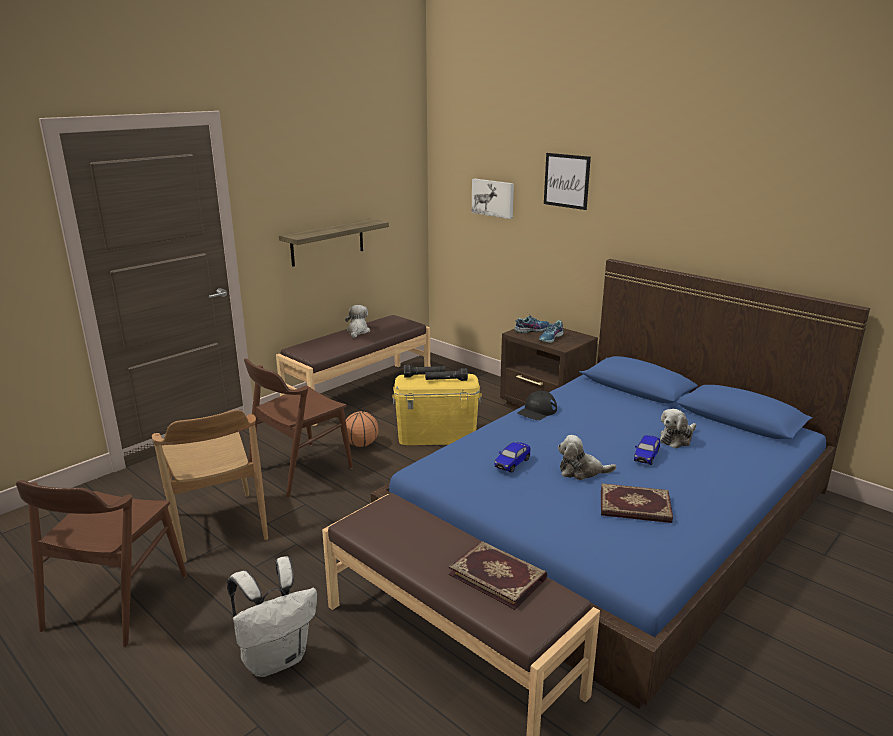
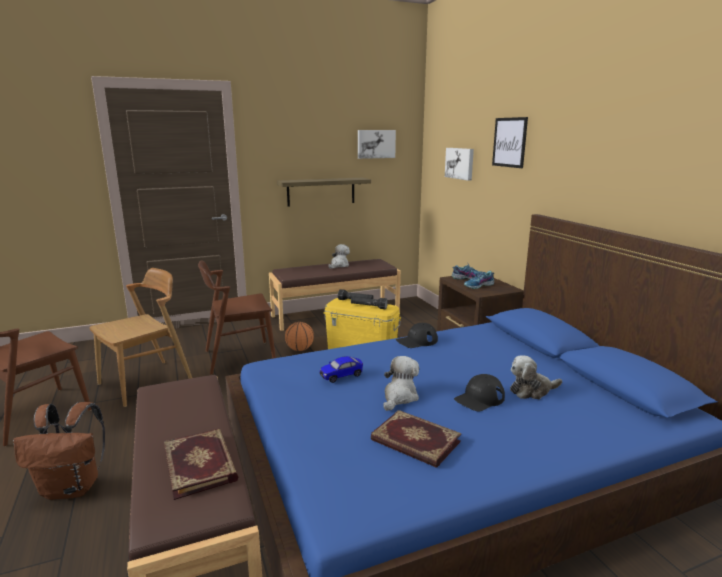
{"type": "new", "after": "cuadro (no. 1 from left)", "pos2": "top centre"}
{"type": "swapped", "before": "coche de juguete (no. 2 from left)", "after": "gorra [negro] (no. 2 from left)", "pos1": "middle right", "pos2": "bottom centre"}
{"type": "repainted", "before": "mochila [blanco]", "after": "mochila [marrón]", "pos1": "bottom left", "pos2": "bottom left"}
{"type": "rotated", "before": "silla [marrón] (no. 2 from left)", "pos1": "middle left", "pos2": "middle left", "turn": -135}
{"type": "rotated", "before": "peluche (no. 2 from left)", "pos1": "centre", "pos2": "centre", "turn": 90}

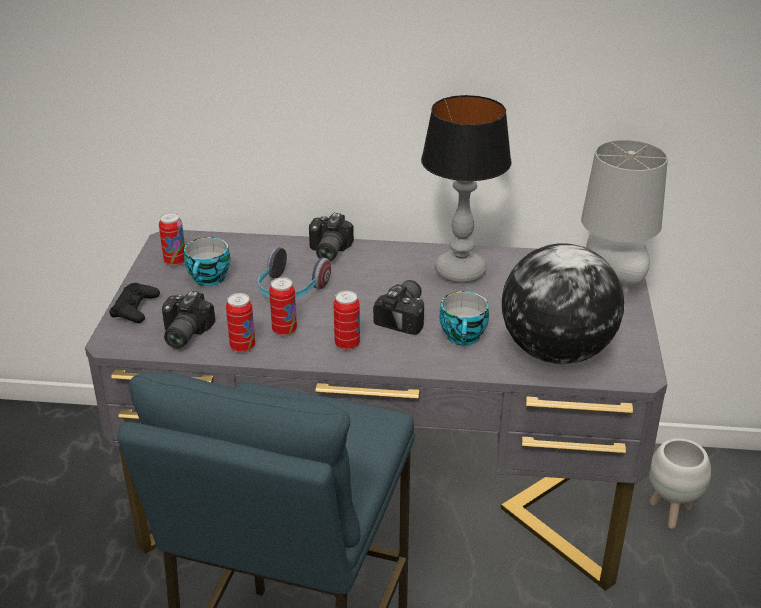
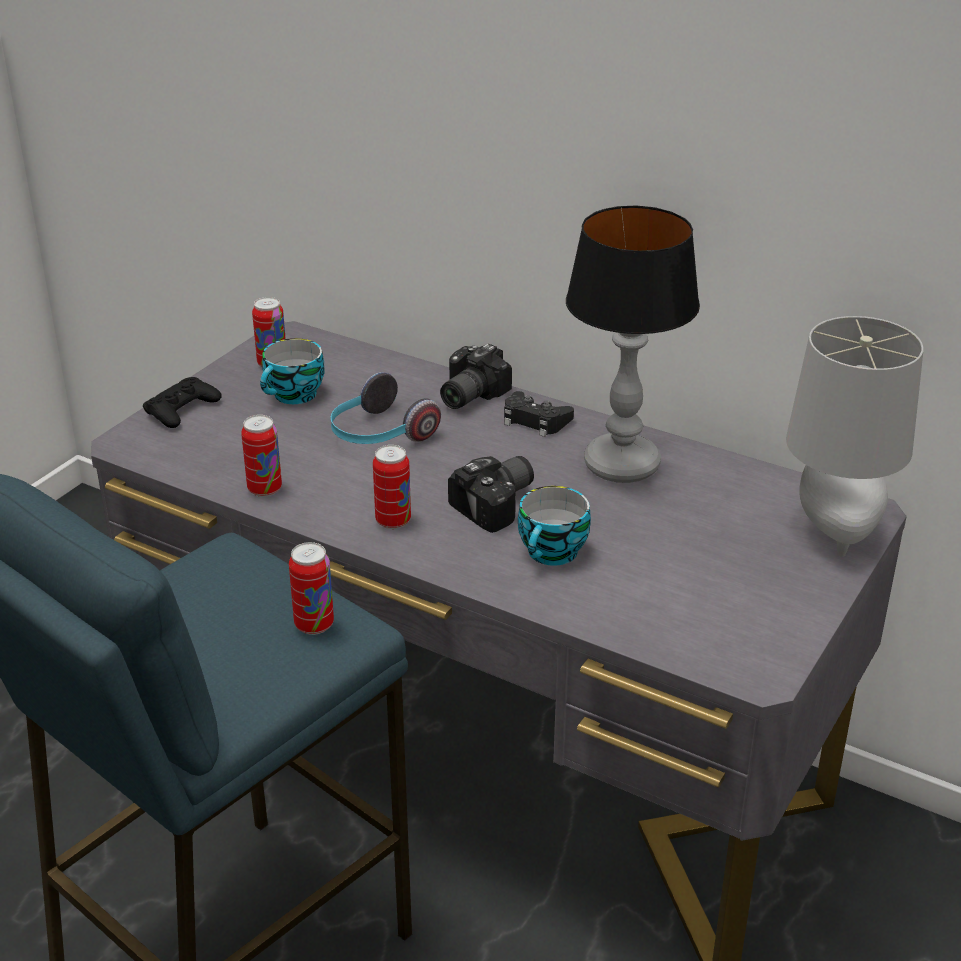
{"type": "gone", "before": "cámara (no. 1 from left)", "pos1": "middle left"}
{"type": "gone", "before": "globo terráqueo", "pos1": "middle right"}
{"type": "gone", "before": "maceta [blanco]", "pos1": "bottom right"}
{"type": "new", "after": "mando de consola [negro] (no. 2 from left)", "pos2": "centre"}
{"type": "shifted", "before": "lata (no. 3 from left)", "pos1": "centre", "pos2": "middle left"}

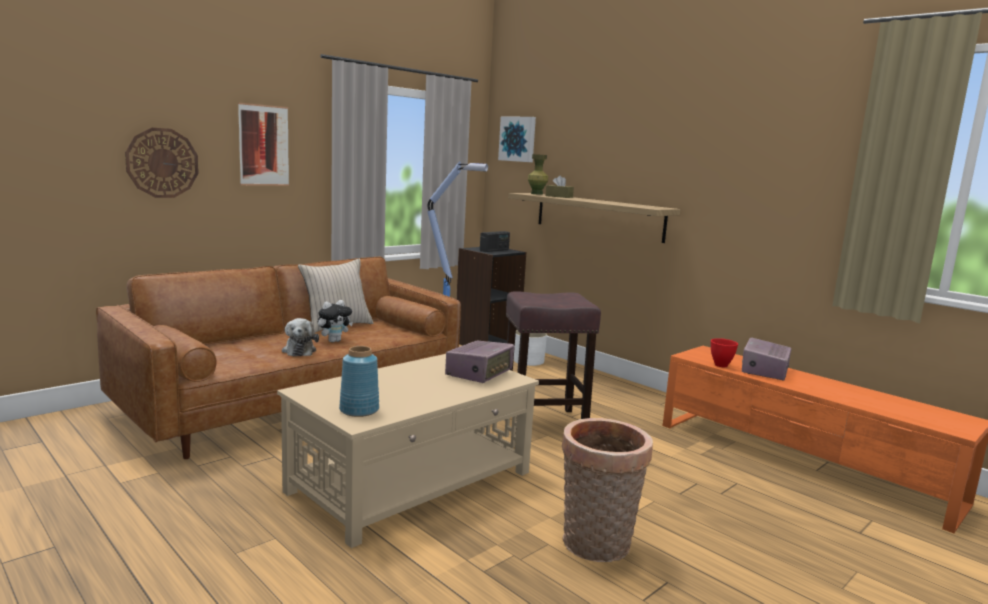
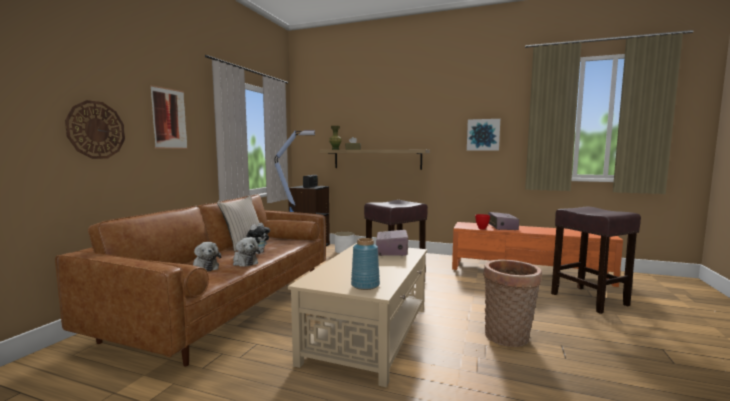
{"type": "new", "after": "peluche (no. 1 from left)", "pos2": "middle left"}
{"type": "new", "after": "taburete [marrón] (no. 2 from left)", "pos2": "middle right"}
{"type": "shifted", "before": "cuadro (no. 2 from left)", "pos1": "top centre", "pos2": "centre"}

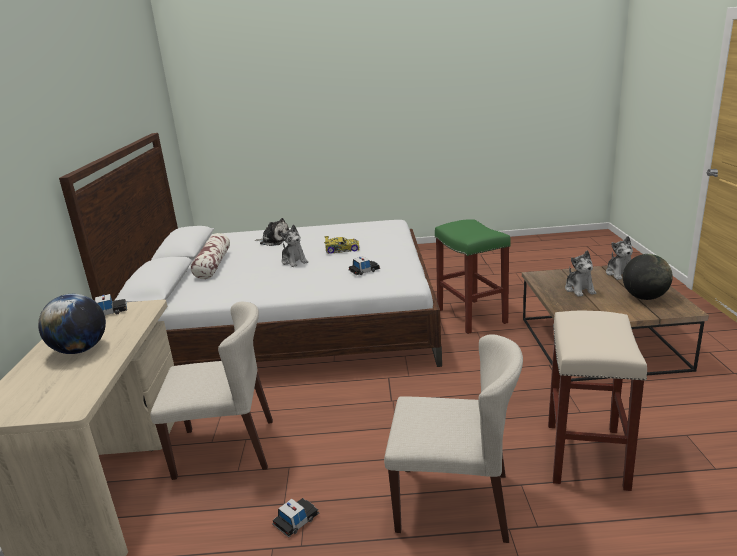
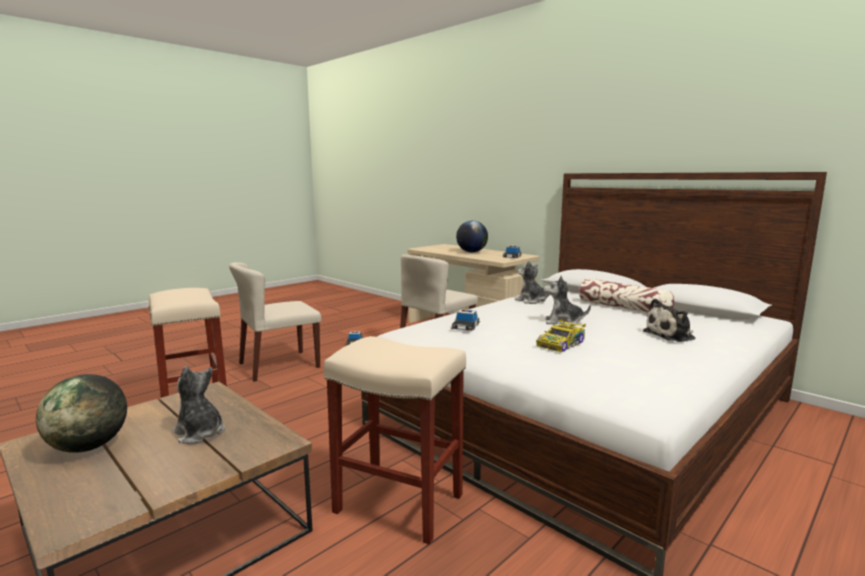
{"type": "shifted", "before": "peluche (no. 4 from left in the first image)", "after": "peluche (no. 2 from left)", "pos1": "middle right", "pos2": "centre"}
{"type": "repainted", "before": "taburete [verde]", "after": "taburete [beis] (no. 2 from left)", "pos1": "centre", "pos2": "bottom centre"}

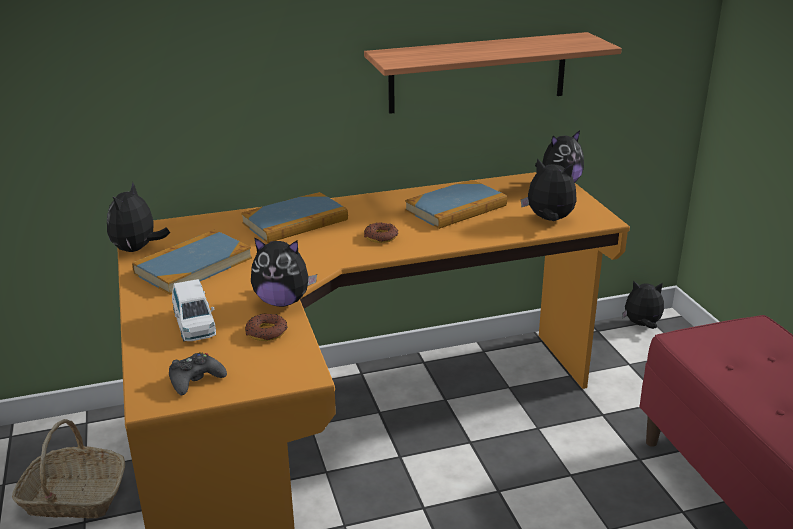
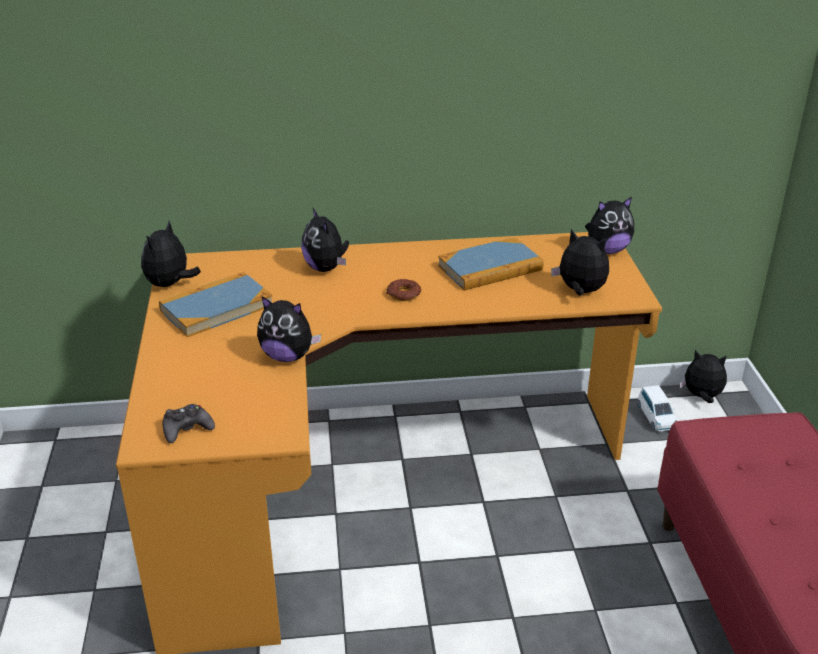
{"type": "gone", "before": "cesta", "pos1": "bottom left"}
{"type": "gone", "before": "rosquilla (no. 1 from left)", "pos1": "centre"}
{"type": "gone", "before": "estante", "pos1": "top centre"}
{"type": "shifted", "before": "coche de juguete [blanco]", "pos1": "middle left", "pos2": "middle right"}
{"type": "swapped", "before": "libro (no. 2 from left)", "after": "peluche (no. 3 from left)", "pos1": "centre", "pos2": "centre"}

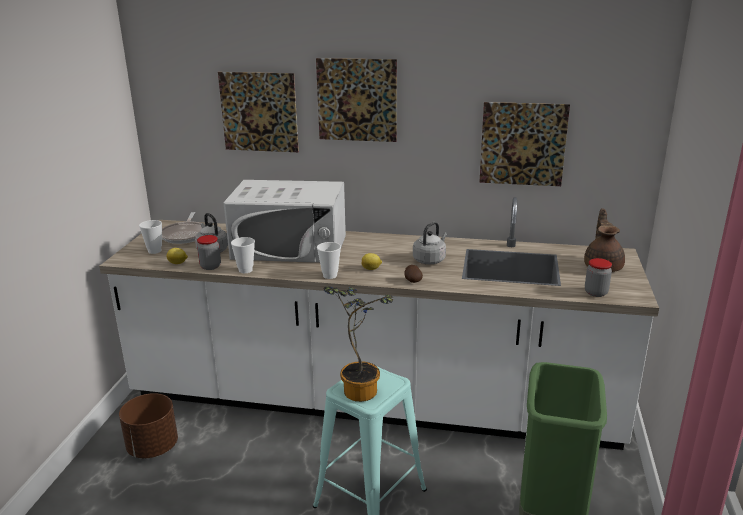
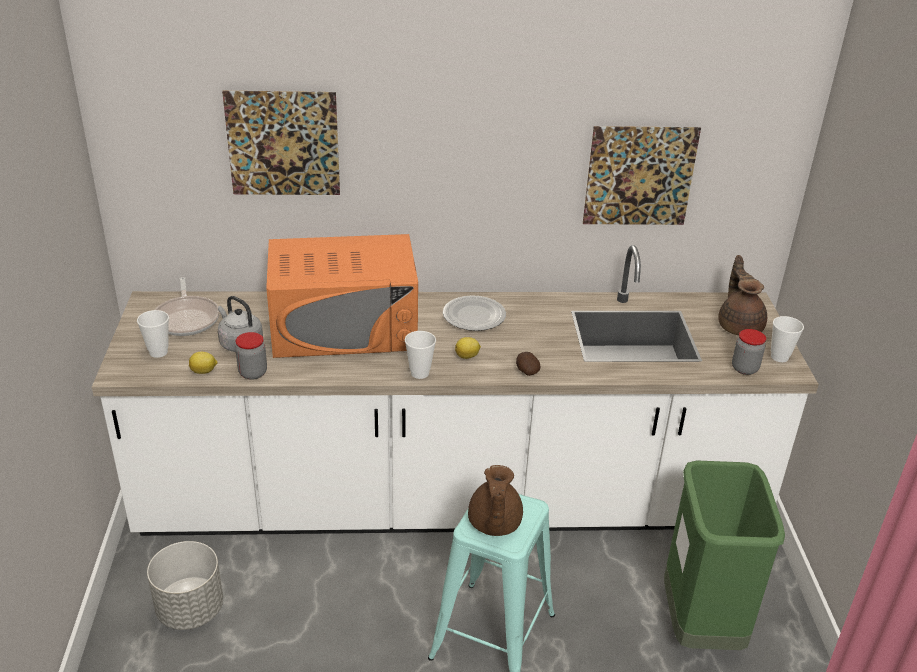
{"type": "gone", "before": "cuadro (no. 2 from left)", "pos1": "top centre"}
{"type": "gone", "before": "hervidor [gris] (no. 2 from left)", "pos1": "centre"}
{"type": "new", "after": "plato", "pos2": "centre"}
{"type": "shifted", "before": "taza (no. 2 from left in the first image)", "after": "taza (no. 3 from left)", "pos1": "middle left", "pos2": "middle right"}
{"type": "swapped", "before": "planta en maceta", "after": "tetera [marrón] (no. 1 from left)", "pos1": "bottom centre", "pos2": "bottom centre"}
{"type": "repainted", "before": "maceta [marrón]", "after": "maceta [gris]", "pos1": "bottom left", "pos2": "bottom left"}
{"type": "repainted", "before": "microondas [blanco]", "after": "microondas [naranja]", "pos1": "centre", "pos2": "centre"}

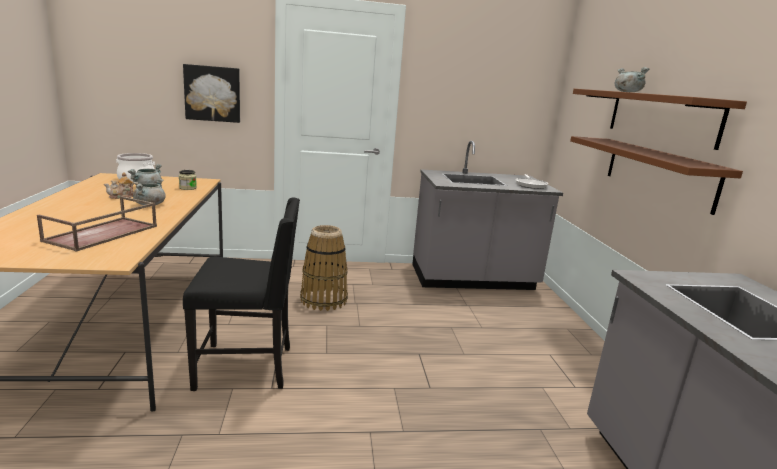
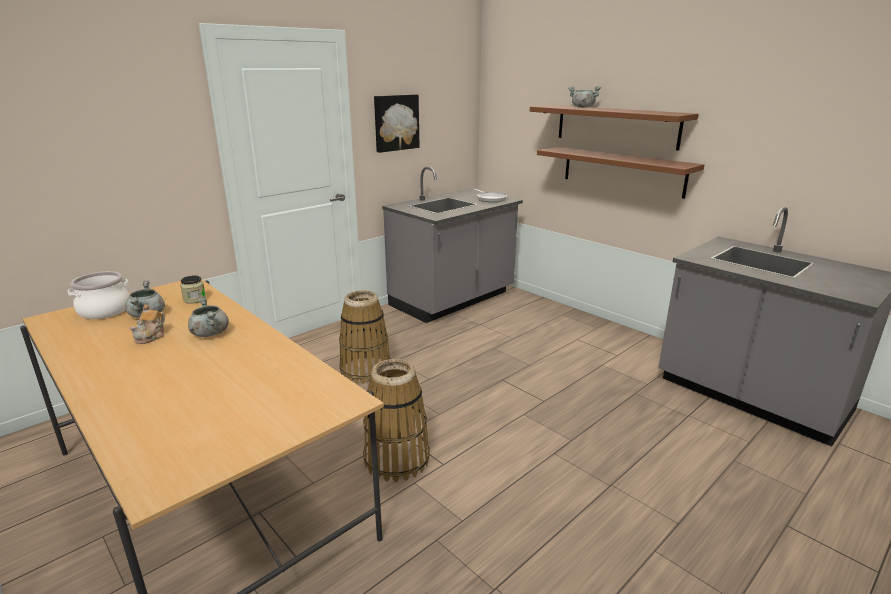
{"type": "gone", "before": "bandeja [marrón]", "pos1": "middle left"}
{"type": "shifted", "before": "cuadro", "pos1": "top left", "pos2": "top centre"}
{"type": "swapped", "before": "silla [negro]", "after": "cesta (no. 2 from left)", "pos1": "middle left", "pos2": "bottom centre"}

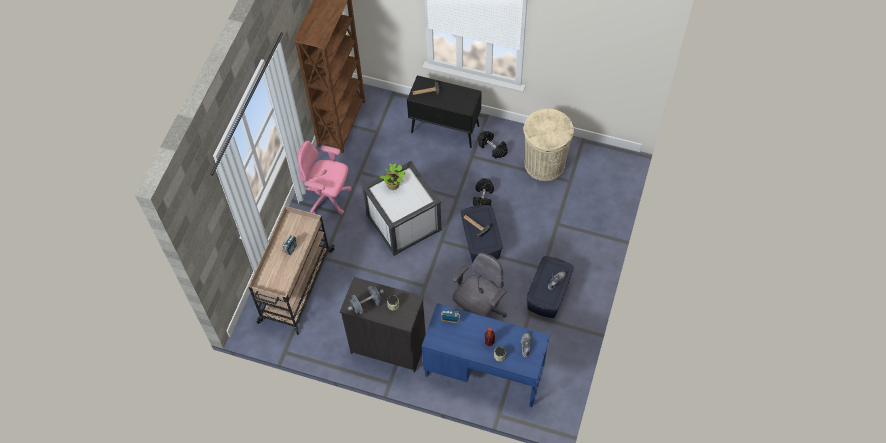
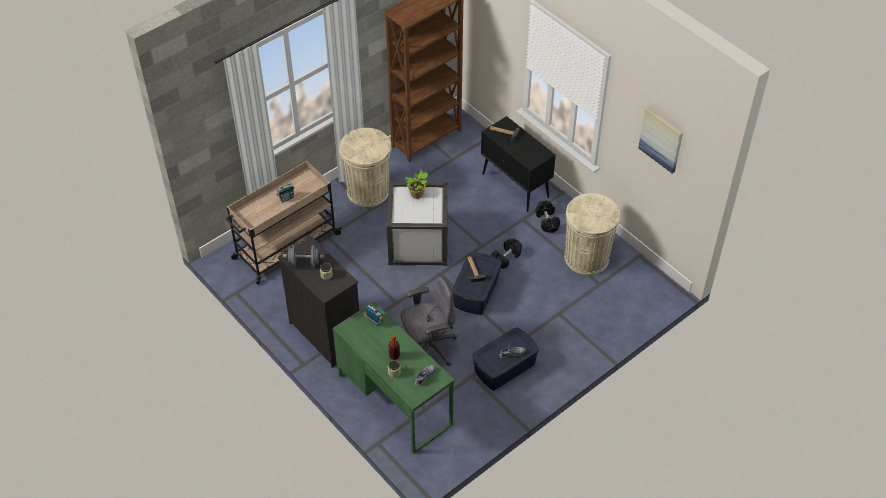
{"type": "new", "after": "cuadro", "pos2": "top right"}
{"type": "swapped", "before": "silla de oficina [rosa]", "after": "papelera [beis] (no. 1 from left)", "pos1": "centre", "pos2": "centre"}
{"type": "repainted", "before": "escritorio [azul]", "after": "escritorio [verde]", "pos1": "bottom centre", "pos2": "bottom centre"}

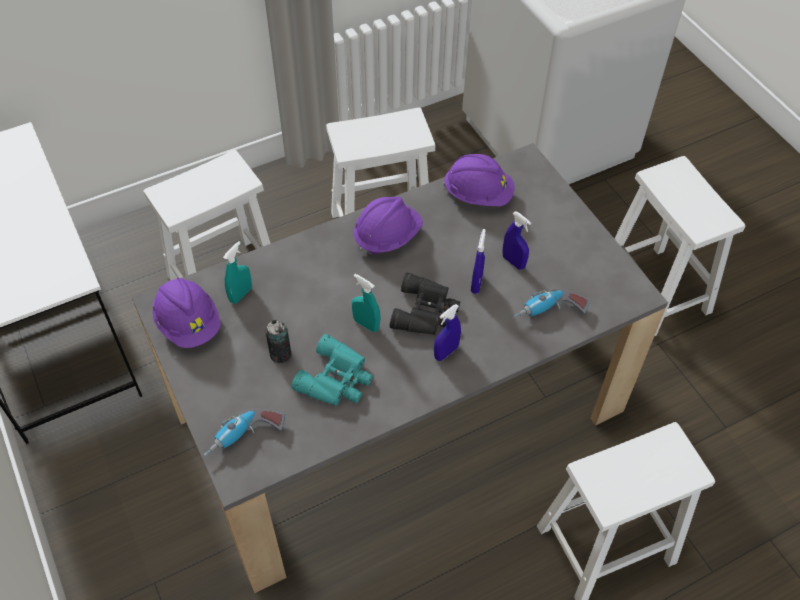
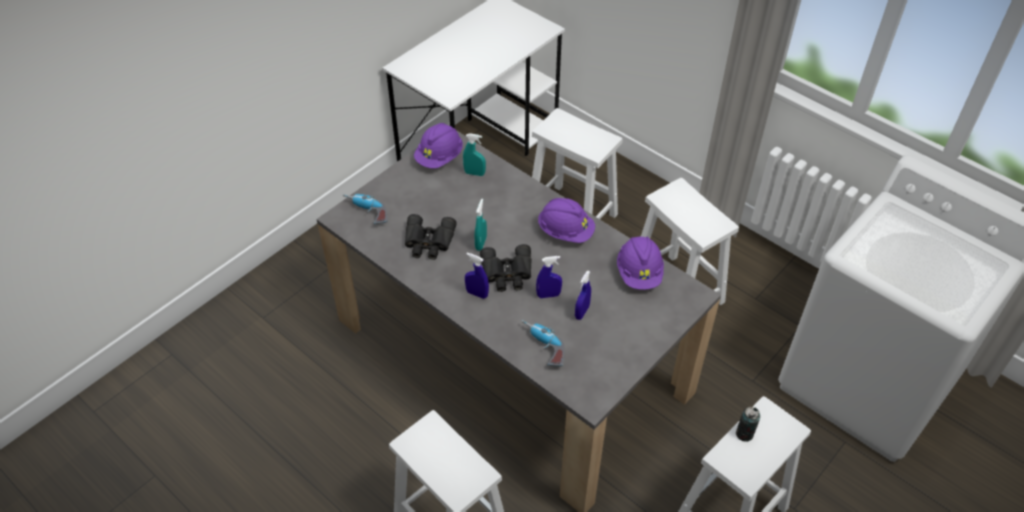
{"type": "shifted", "before": "lata", "pos1": "centre", "pos2": "bottom right"}
{"type": "repainted", "before": "prismáticos [turquesa]", "after": "prismáticos [negro] (no. 1 from left)", "pos1": "centre", "pos2": "centre"}

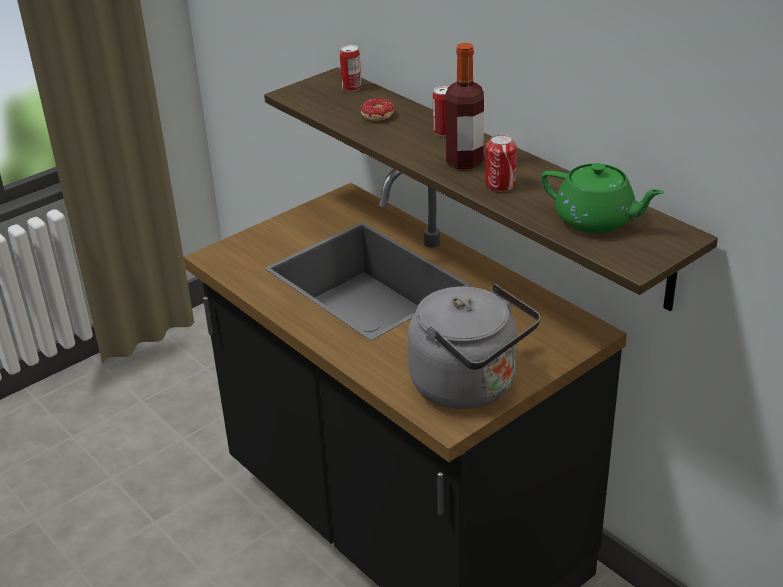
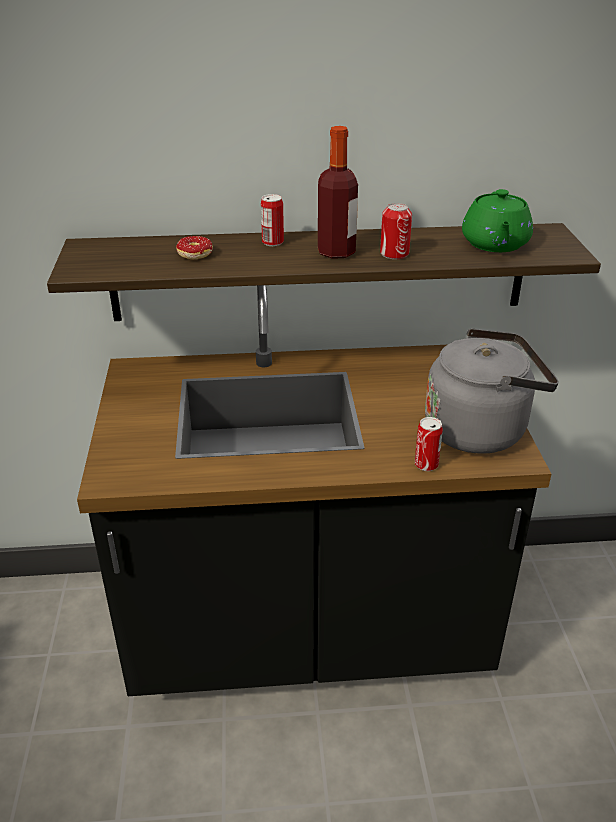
{"type": "shifted", "before": "lata (no. 1 from left in the first image)", "after": "lata (no. 3 from left)", "pos1": "top centre", "pos2": "middle right"}
{"type": "rotated", "before": "tetera [verde]", "pos1": "middle right", "pos2": "top right", "turn": 120}

